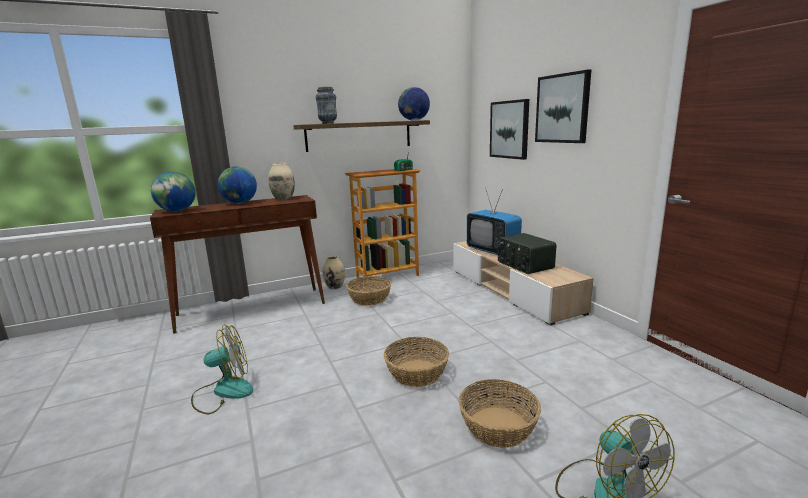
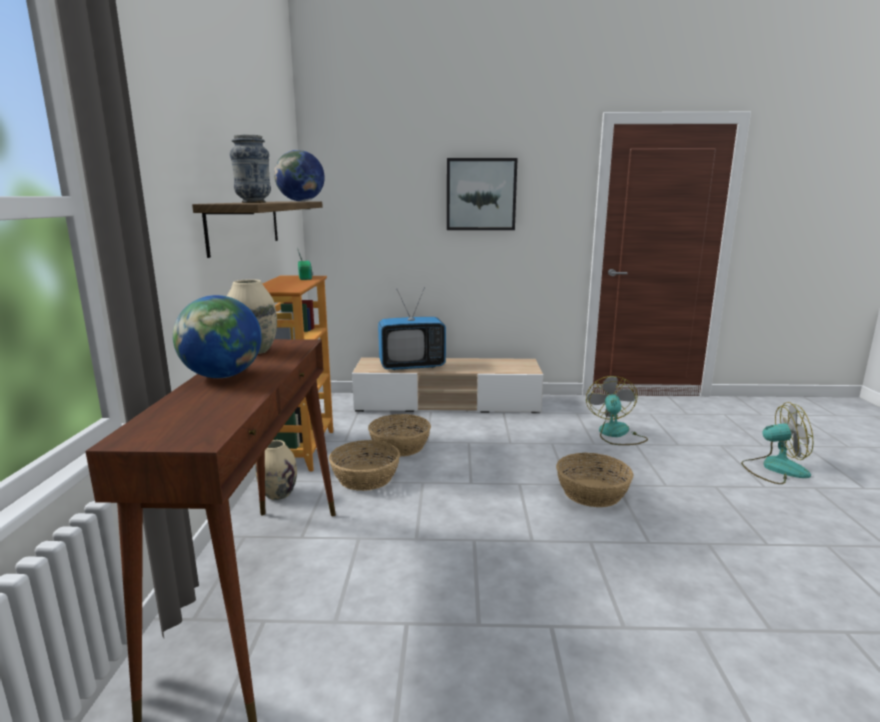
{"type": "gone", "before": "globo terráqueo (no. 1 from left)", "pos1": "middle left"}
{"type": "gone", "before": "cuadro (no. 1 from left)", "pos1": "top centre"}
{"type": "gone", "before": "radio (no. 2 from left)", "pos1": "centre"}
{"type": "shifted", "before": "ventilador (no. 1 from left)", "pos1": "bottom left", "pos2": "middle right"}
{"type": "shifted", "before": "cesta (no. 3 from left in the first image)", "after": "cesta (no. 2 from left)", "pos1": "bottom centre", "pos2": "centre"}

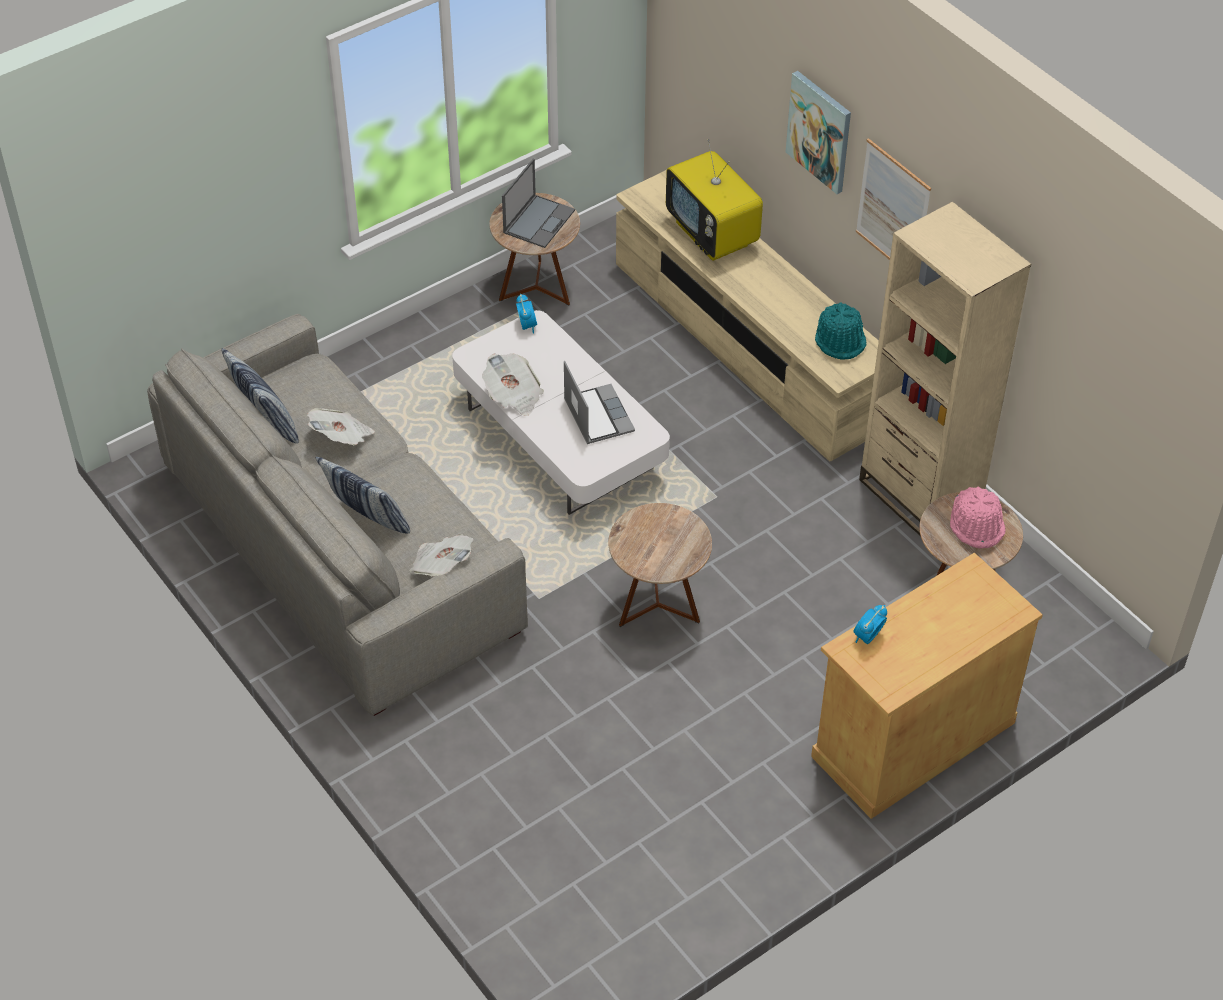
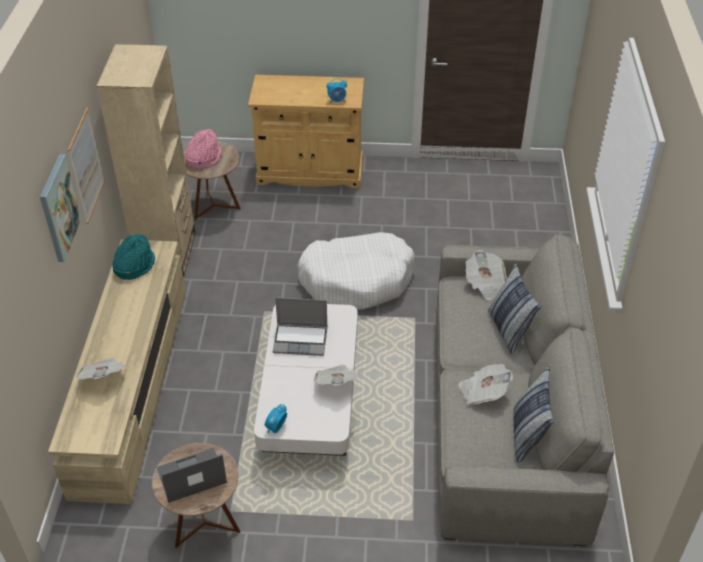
{"type": "swapped", "before": "mesa auxiliar [marrón] (no. 2 from left)", "after": "cama para perro [blanco]", "pos1": "centre", "pos2": "centre"}
{"type": "swapped", "before": "televisor", "after": "periódico (no. 1 from left)", "pos1": "top centre", "pos2": "middle left"}
{"type": "rotated", "before": "portátil (no. 2 from left)", "pos1": "centre", "pos2": "centre", "turn": -105}

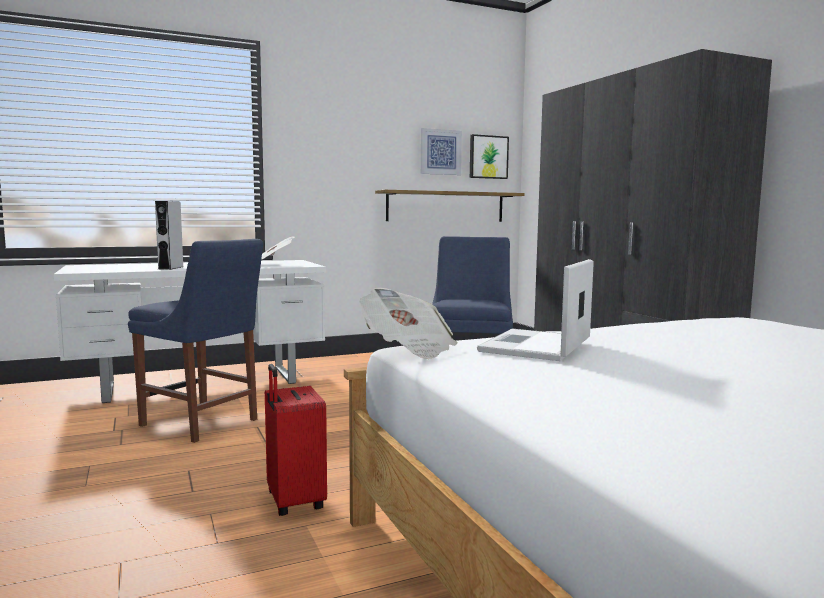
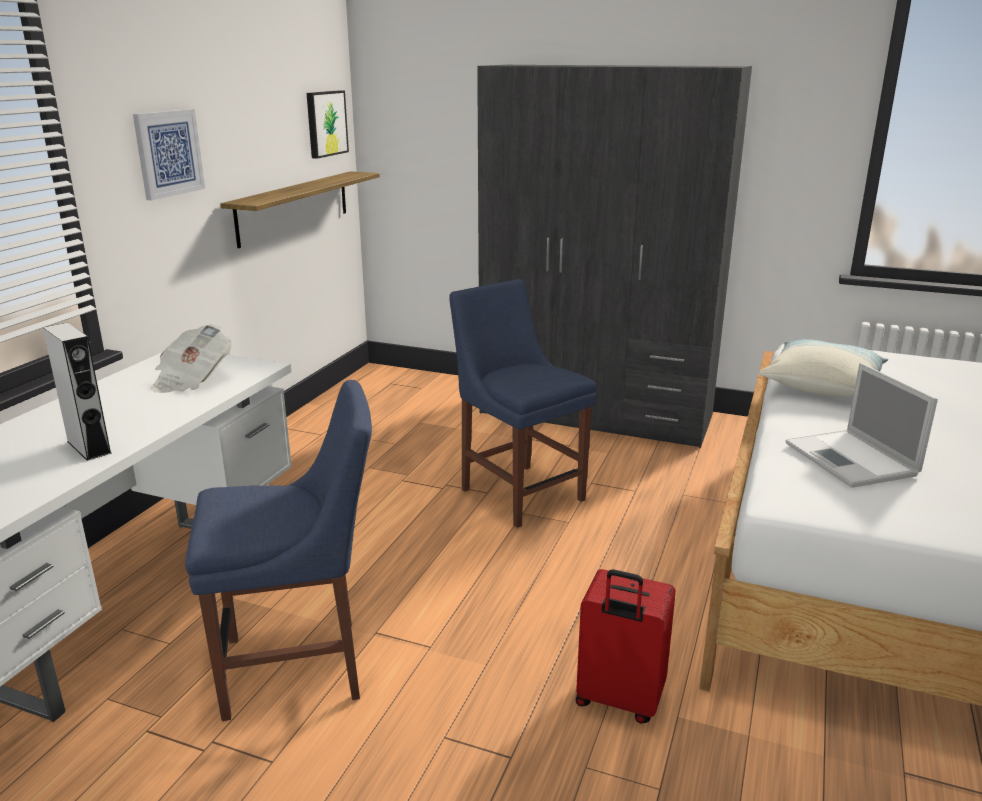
{"type": "gone", "before": "periódico (no. 2 from left)", "pos1": "centre"}
{"type": "new", "after": "cojín", "pos2": "middle right"}
{"type": "shifted", "before": "cuadro (no. 1 from left)", "pos1": "top centre", "pos2": "top left"}

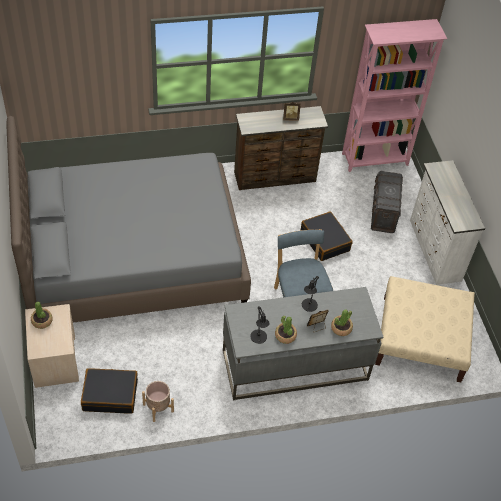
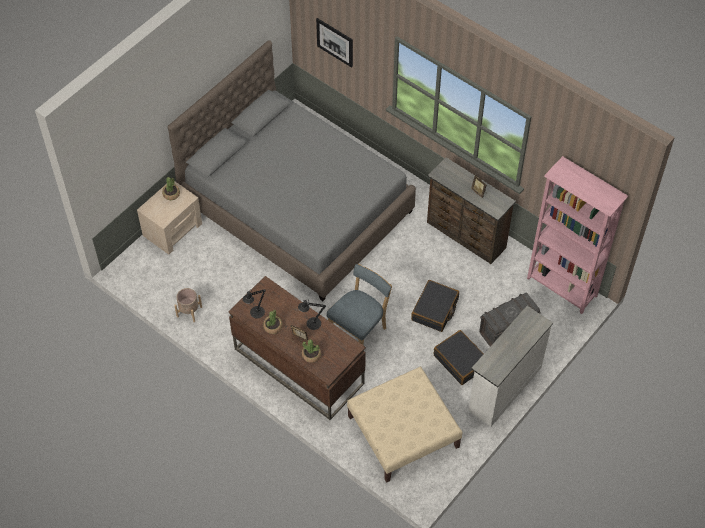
{"type": "new", "after": "cuadro", "pos2": "top centre"}
{"type": "shifted", "before": "maleta [negro] (no. 1 from left in the first image)", "after": "maleta [negro] (no. 2 from left)", "pos1": "bottom left", "pos2": "bottom centre"}
{"type": "repainted", "before": "escritorio [gris]", "after": "escritorio [marrón]", "pos1": "bottom centre", "pos2": "centre"}

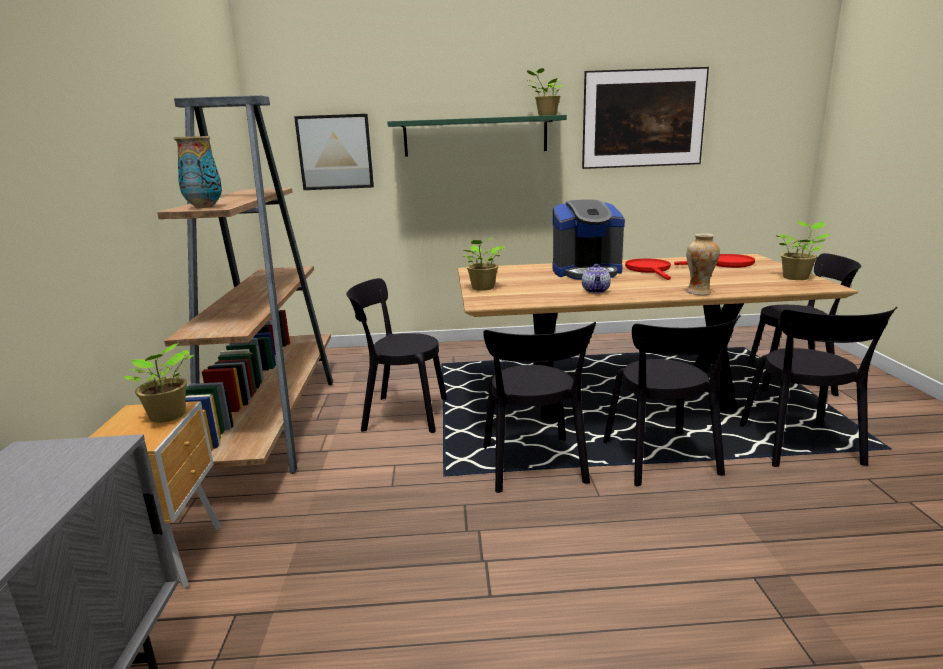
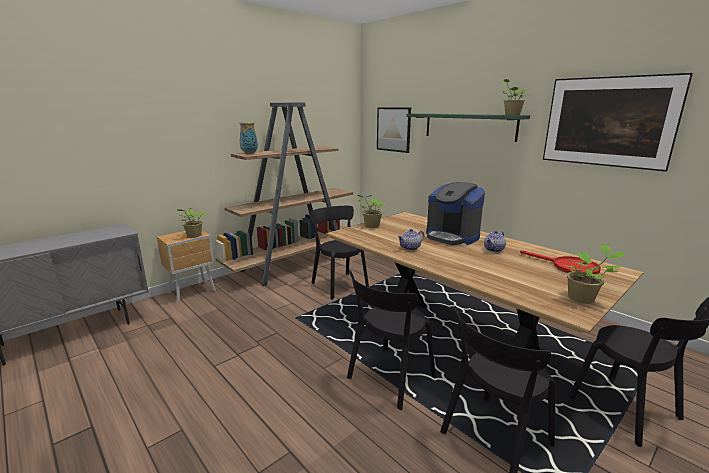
{"type": "gone", "before": "silla [negro] (no. 2 from left)", "pos1": "centre"}
{"type": "gone", "before": "florero (no. 2 from left)", "pos1": "middle right"}
{"type": "swapped", "before": "sartén [rojo] (no. 1 from left)", "after": "tetera (no. 2 from left)", "pos1": "middle right", "pos2": "middle right"}

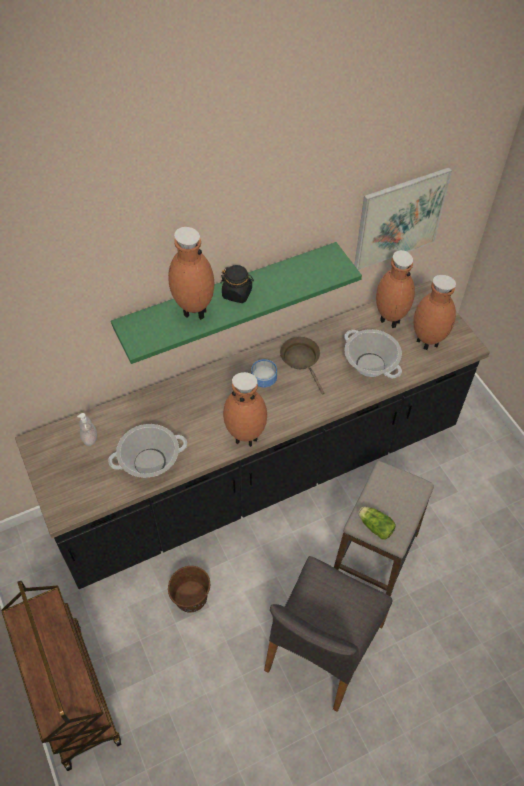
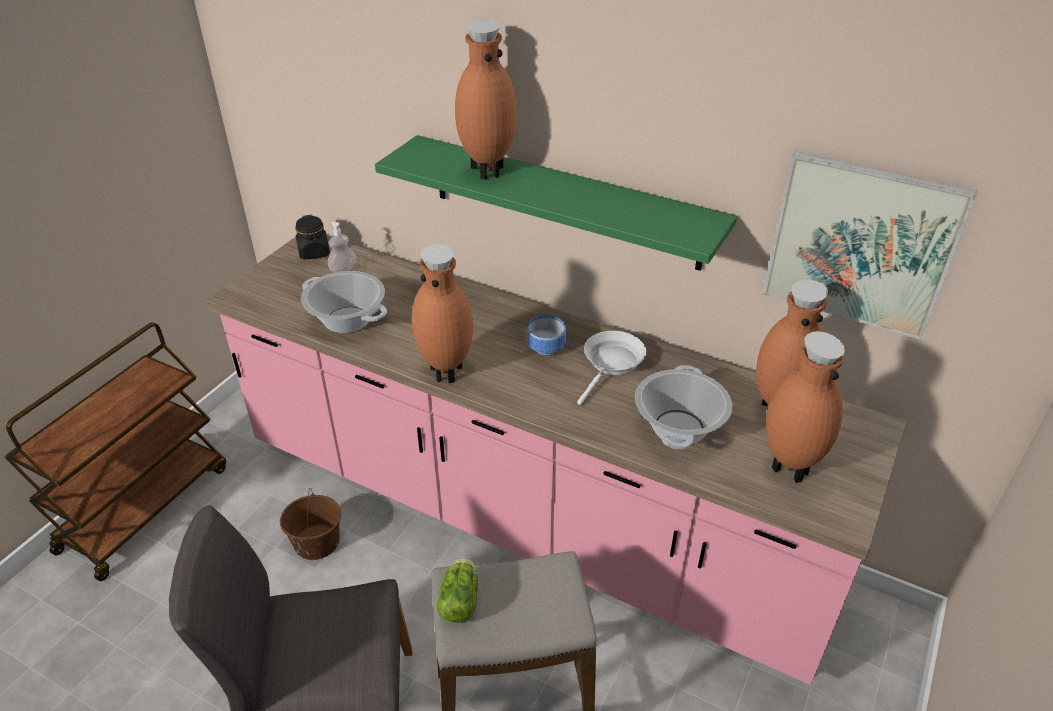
{"type": "shifted", "before": "tarro [negro]", "pos1": "centre", "pos2": "middle left"}
{"type": "repainted", "before": "mueble bajo de cocina [negro]", "after": "mueble bajo de cocina [rosa]", "pos1": "centre", "pos2": "centre"}
{"type": "repainted", "before": "sartén [marrón]", "after": "sartén [blanco]", "pos1": "centre", "pos2": "centre"}

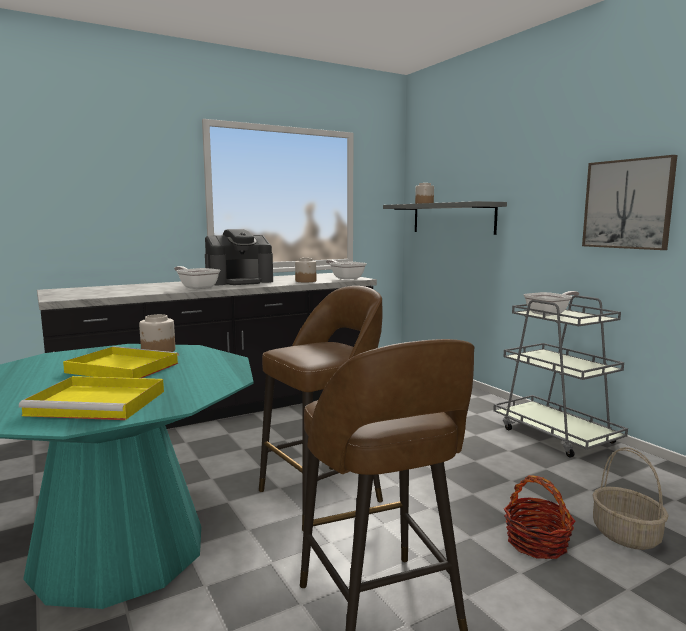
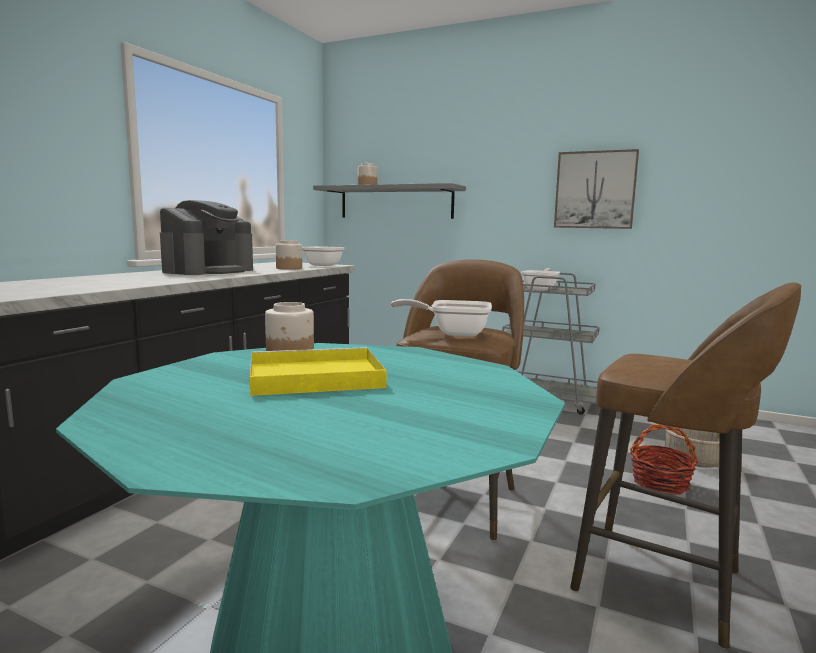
{"type": "gone", "before": "bandeja [amarillo] (no. 1 from left)", "pos1": "middle left"}
{"type": "shifted", "before": "sartén (no. 1 from left in the first image)", "after": "sartén (no. 2 from left)", "pos1": "middle left", "pos2": "centre"}

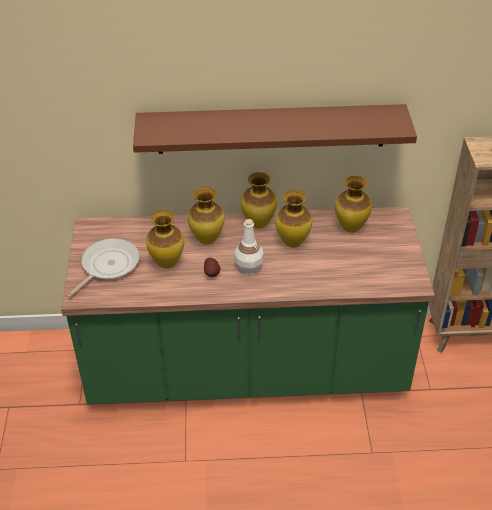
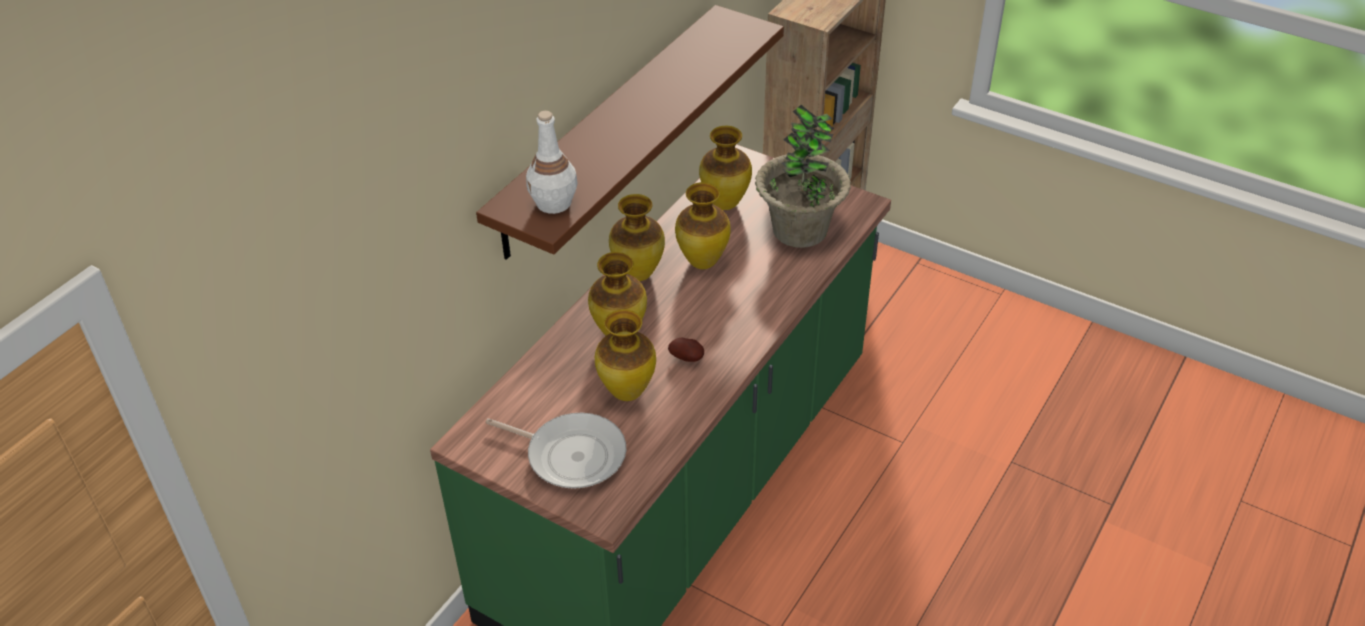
{"type": "new", "after": "planta en maceta", "pos2": "top centre"}
{"type": "shifted", "before": "botella [blanco]", "pos1": "centre", "pos2": "top centre"}
{"type": "rotated", "before": "sartén", "pos1": "middle left", "pos2": "bottom centre", "turn": 135}

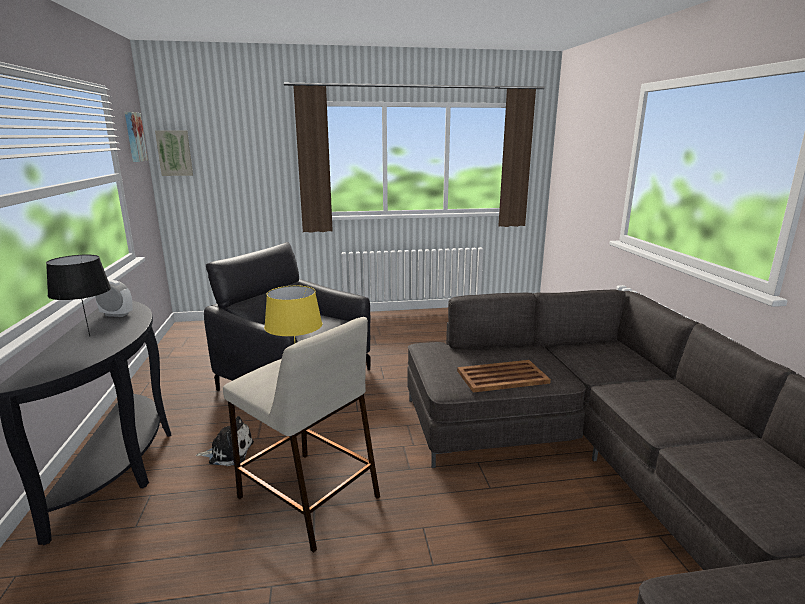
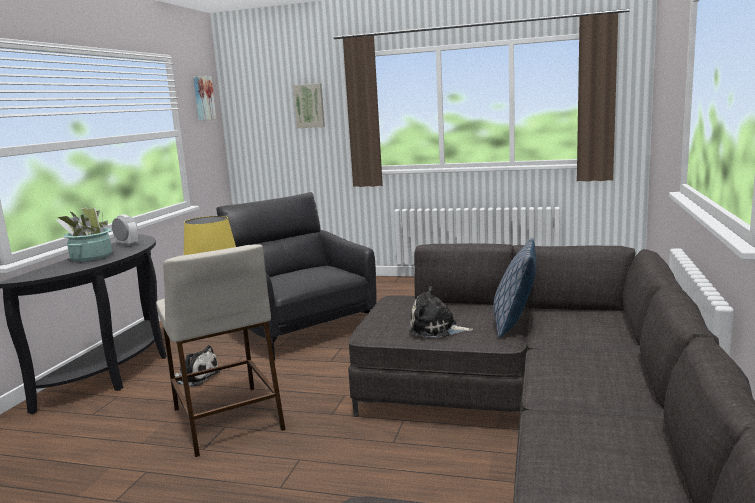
{"type": "new", "after": "cojín", "pos2": "middle right"}
{"type": "shifted", "before": "cuadro (no. 2 from left)", "pos1": "top left", "pos2": "top centre"}
{"type": "swapped", "before": "lámpara de mesa [negro]", "after": "planta en maceta", "pos1": "middle left", "pos2": "middle left"}
{"type": "swapped", "before": "bandeja [marrón]", "after": "peluche (no. 2 from left)", "pos1": "centre", "pos2": "centre"}

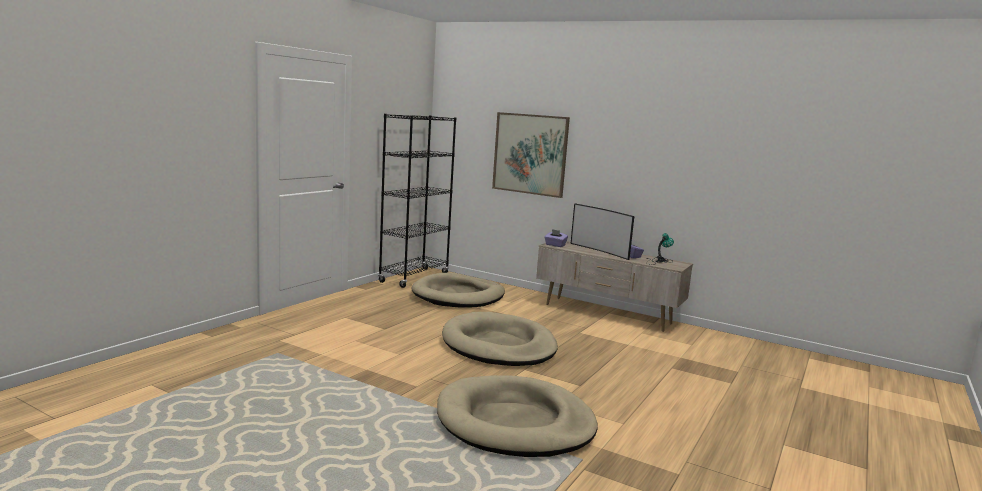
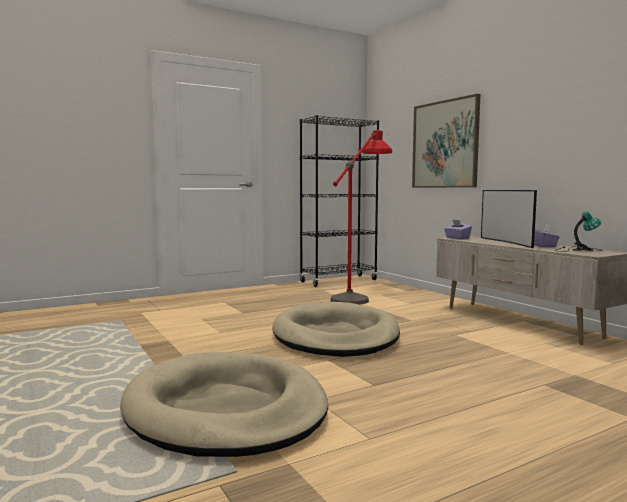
{"type": "swapped", "before": "cama para perro [beis] (no. 1 from left)", "after": "lámpara de pie [rojo]", "pos1": "centre", "pos2": "centre"}

